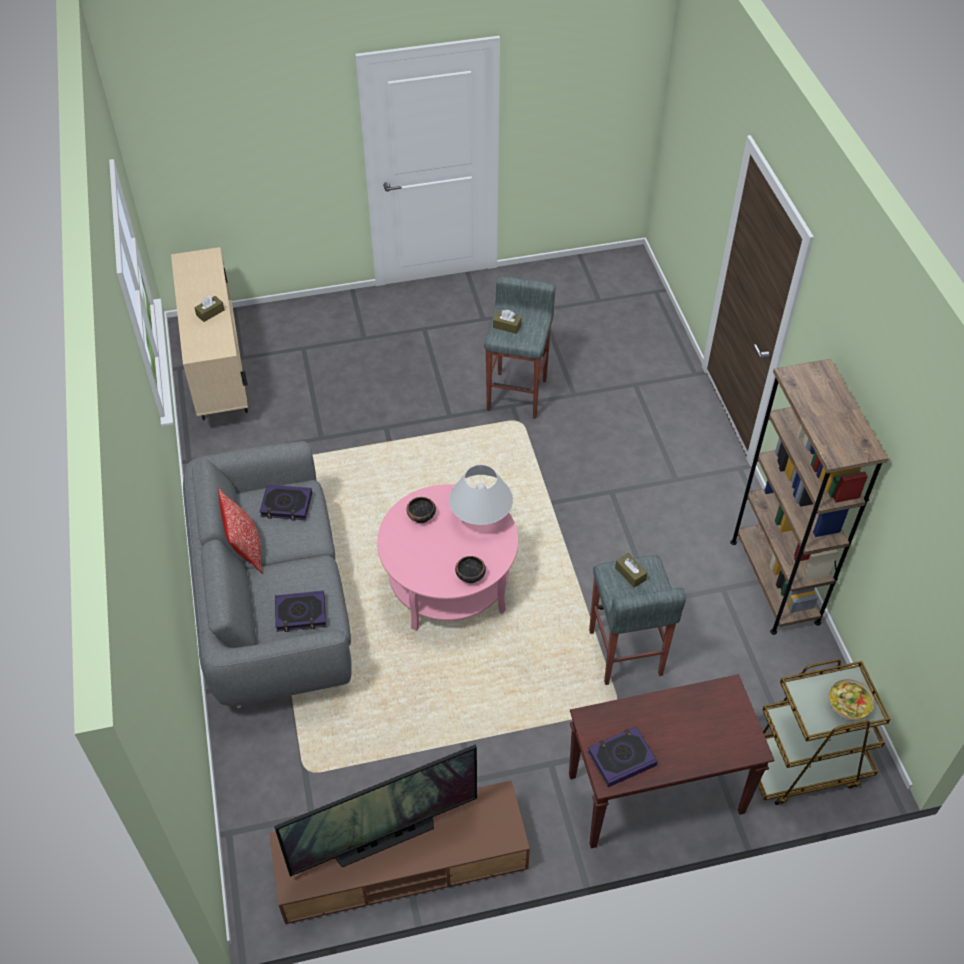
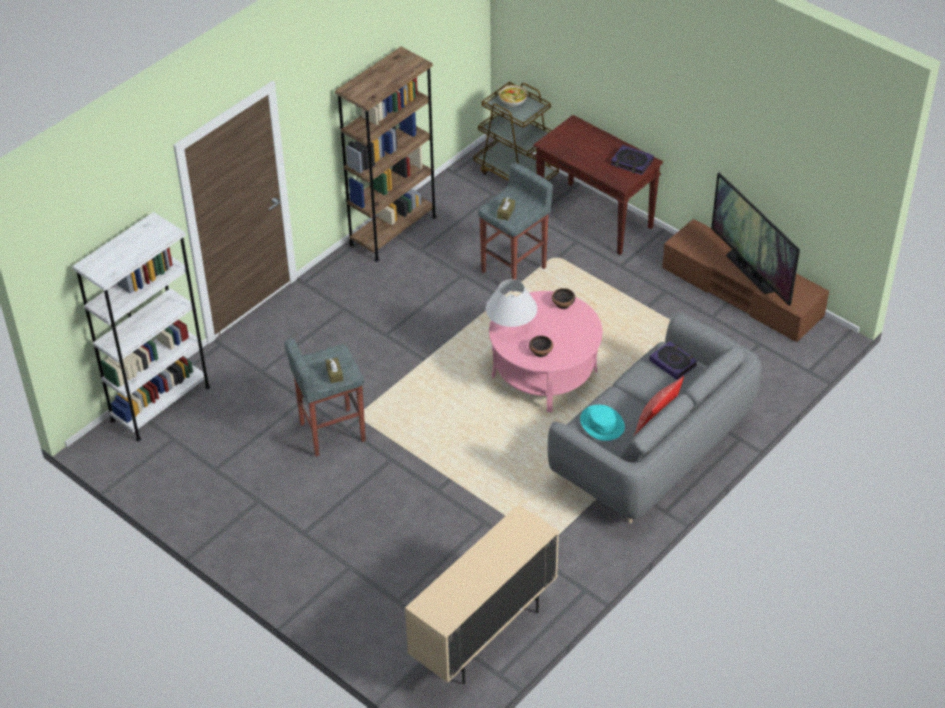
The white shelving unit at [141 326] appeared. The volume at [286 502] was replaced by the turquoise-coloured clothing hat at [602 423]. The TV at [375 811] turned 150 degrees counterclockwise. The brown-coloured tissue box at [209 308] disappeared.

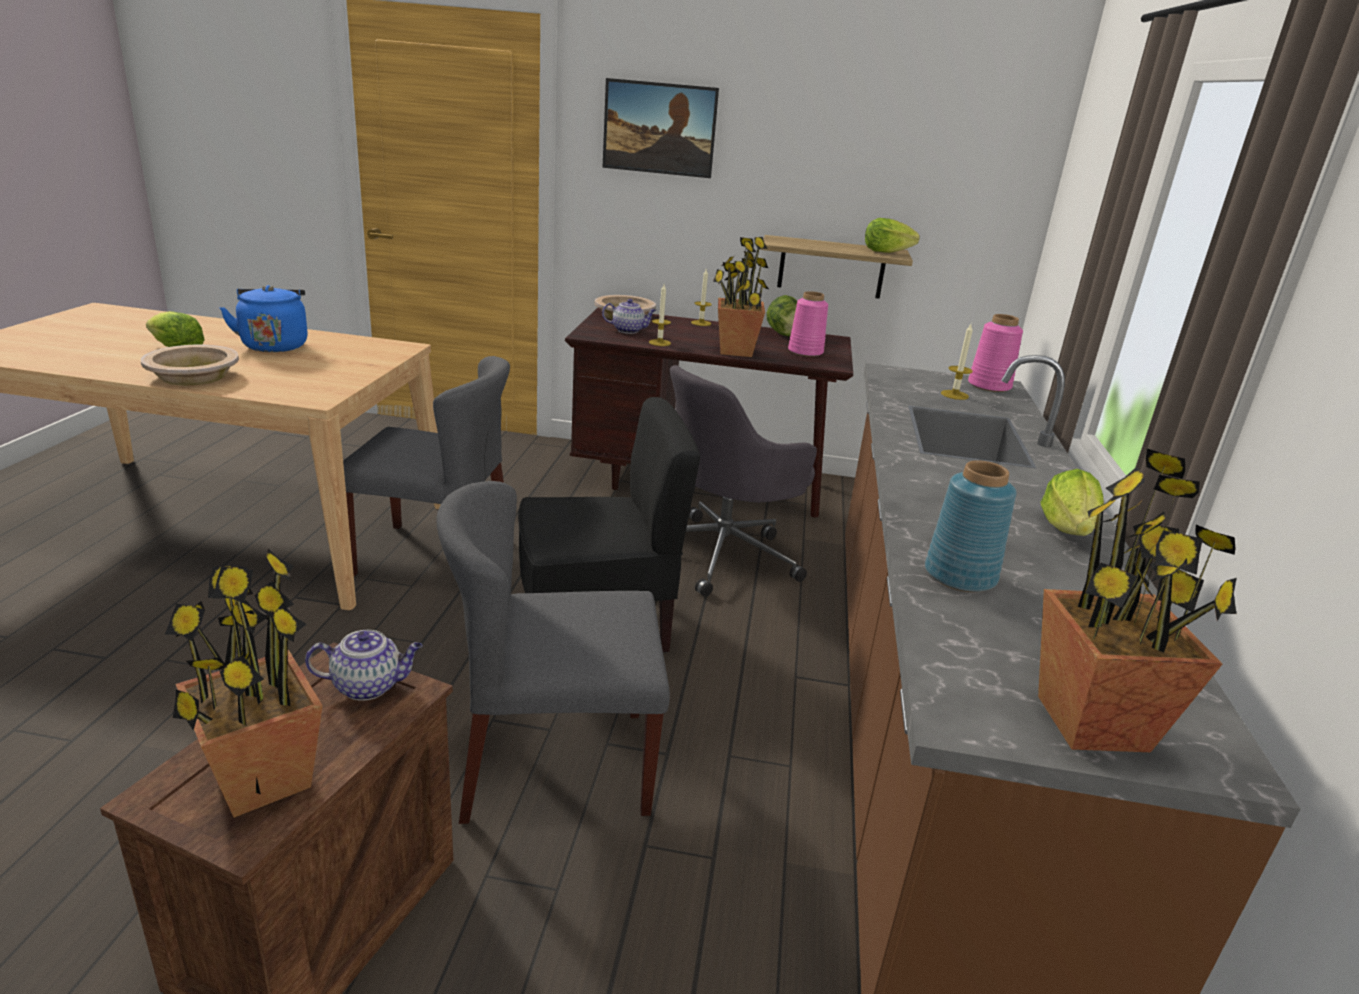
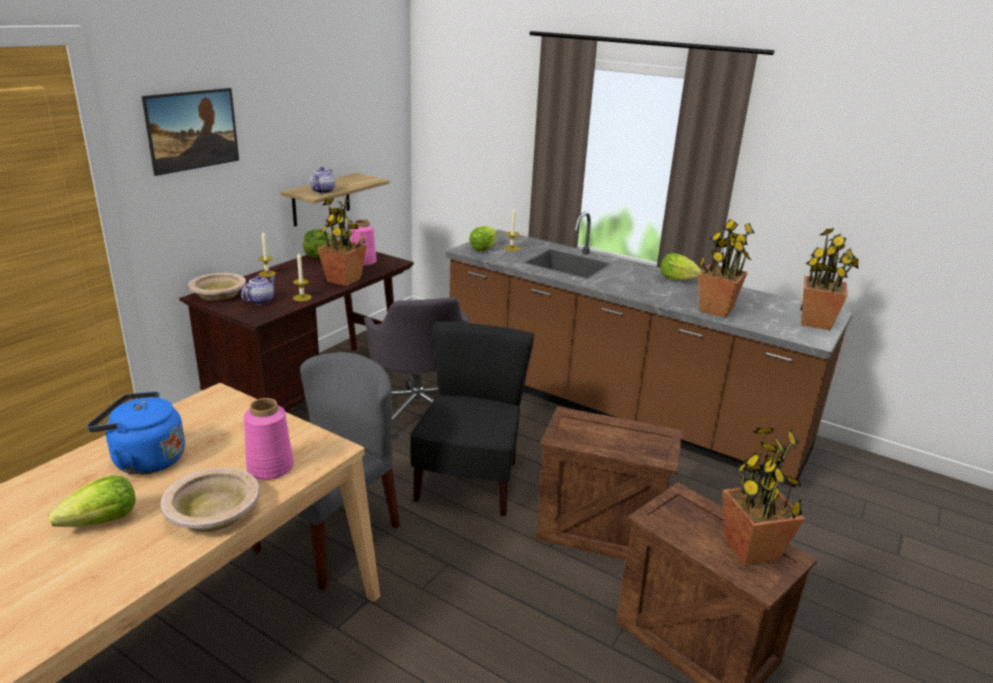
The pink-coloured flower vase moved from [995 353] to [269 439]. The tea pot moved from [364 665] to [322 180]. The lettuce head moved from [892 235] to [483 238]. The greyish chair at [553 652] was replaced by the crate at [609 483]. The blue flower vase at [970 526] was replaced by the houseplant at [726 268].

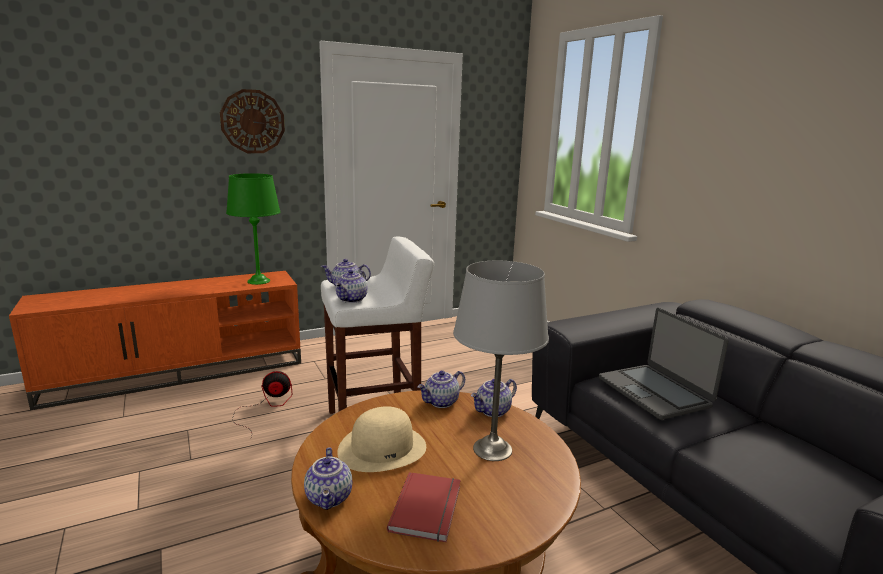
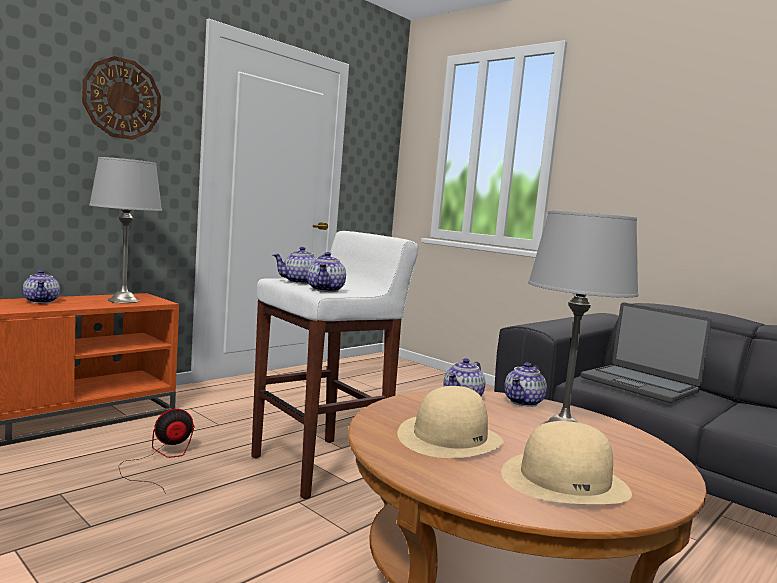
The tea pot moved from [328 478] to [41 286]. The green tabletop lamp at [253 229] became the greyish tabletop lamp at [125 230]. The reddish volume at [424 507] was replaced by the beige clothing hat at [566 462].

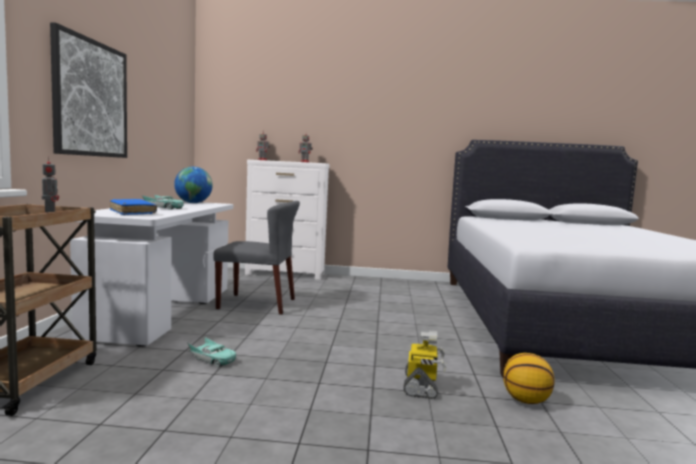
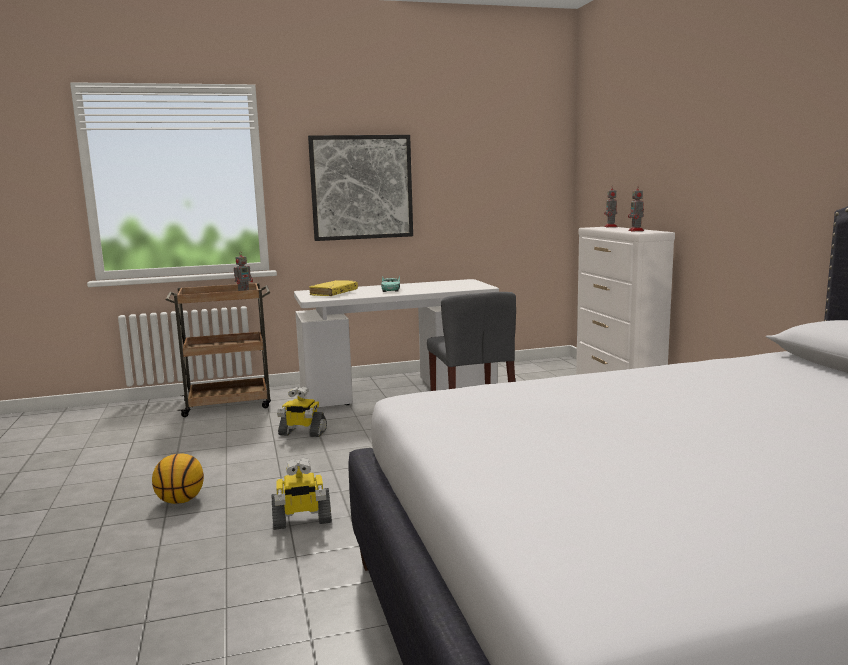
The basketball moved from [529 378] to [178 479]. The turquoise-coloured toy car at [212 352] was replaced by the toy robot at [302 411]. The blue volume at [133 207] became the yellow volume at [333 288]. The world globe at [193 184] disappeared.

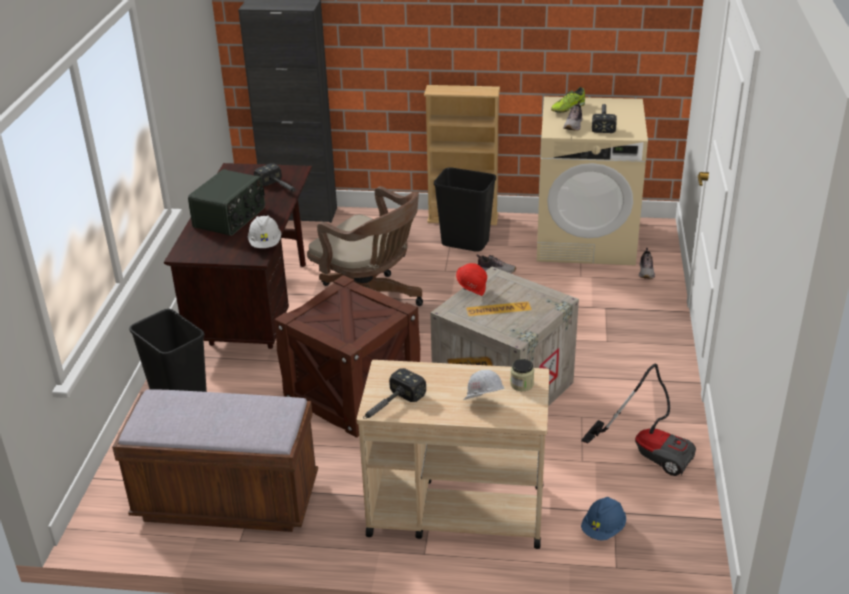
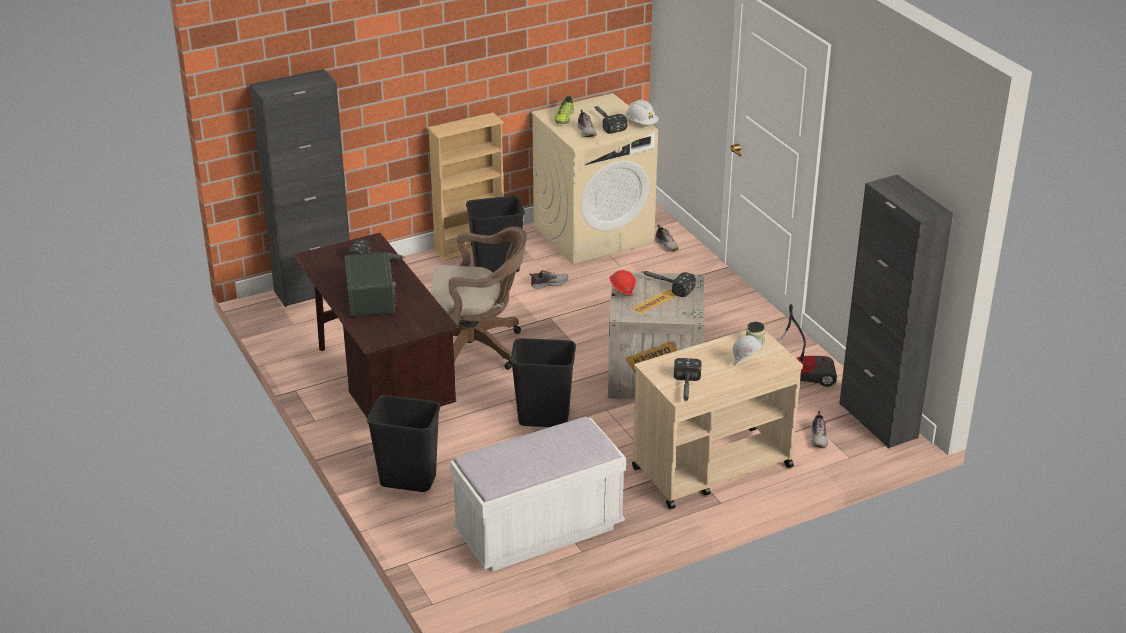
The brown-coloured bench at [215 460] became the white bench at [538 494]. The crate at [347 356] was replaced by the black-coloured waste bin at [543 382]. The white safety helmet moved from [264 232] to [642 112]. The hand hammer at [668 284] appeared. The blue safety helmet at [603 519] was replaced by the low shoe at [819 429]. The black-coloured storage cabinet at [896 311] appeared.

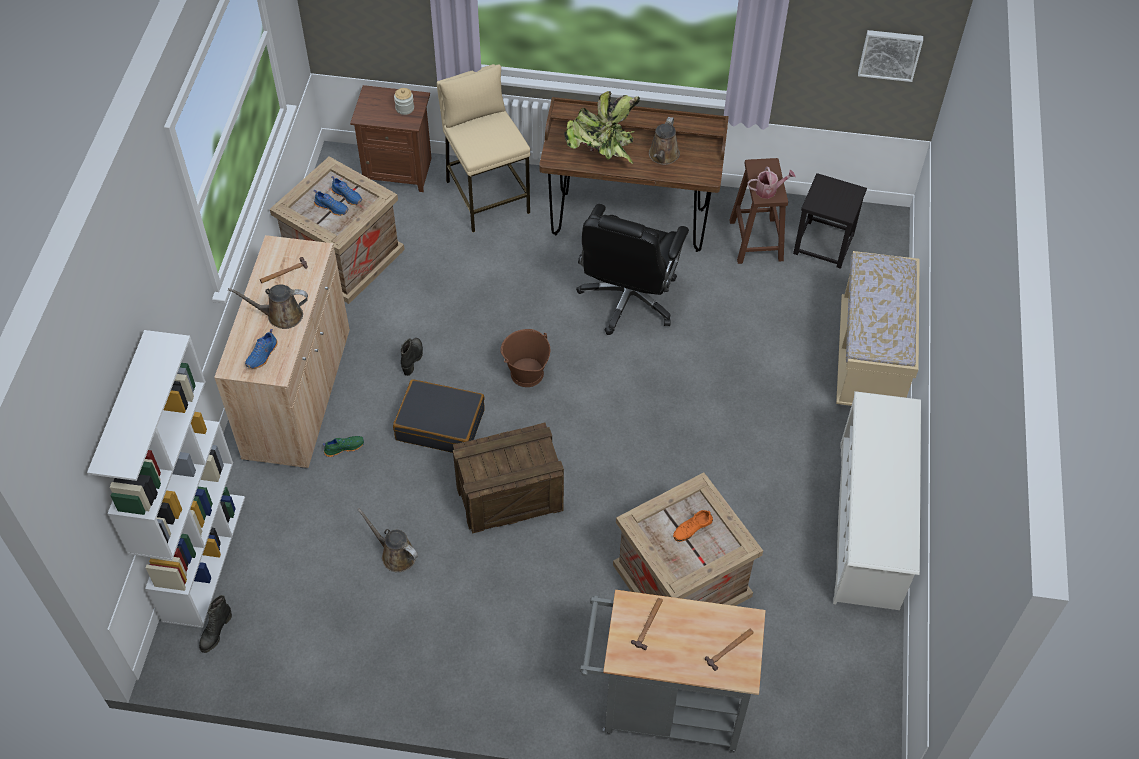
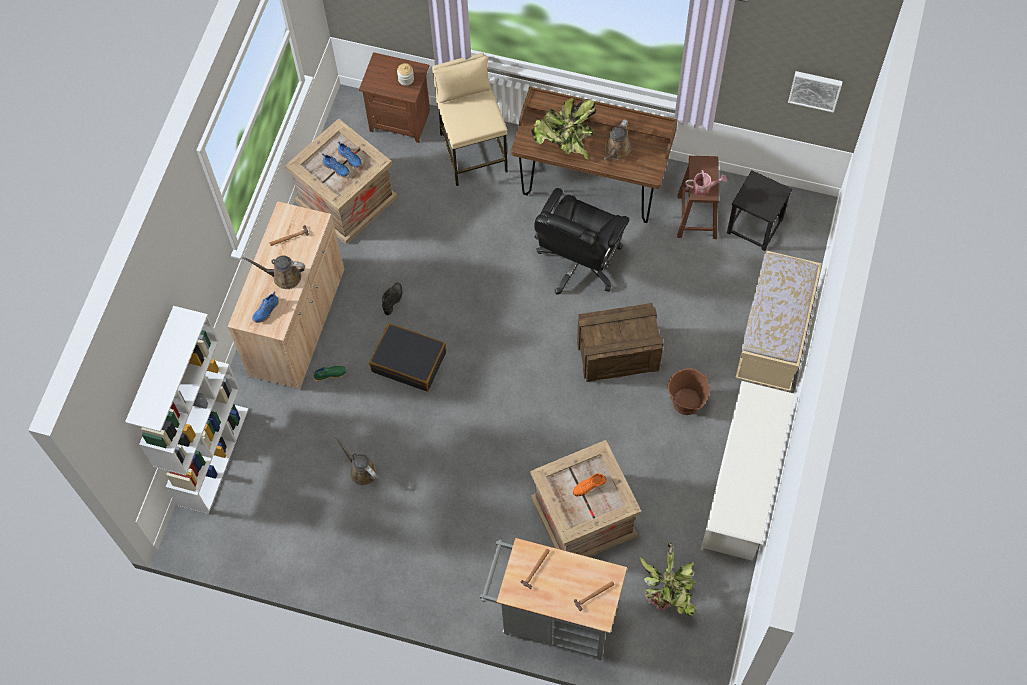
The crate moved from [508 478] to [620 342]. The houseplant at [668 579] appeared. The brown-coloured bucket moved from [525 358] to [688 391]. The black-coloured high-top boot at [215 624] disappeared.

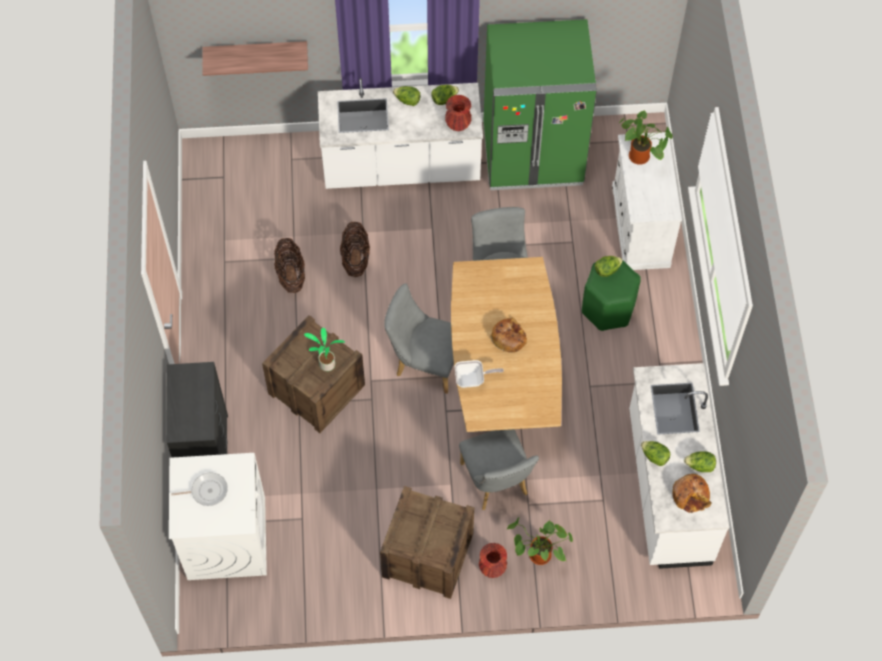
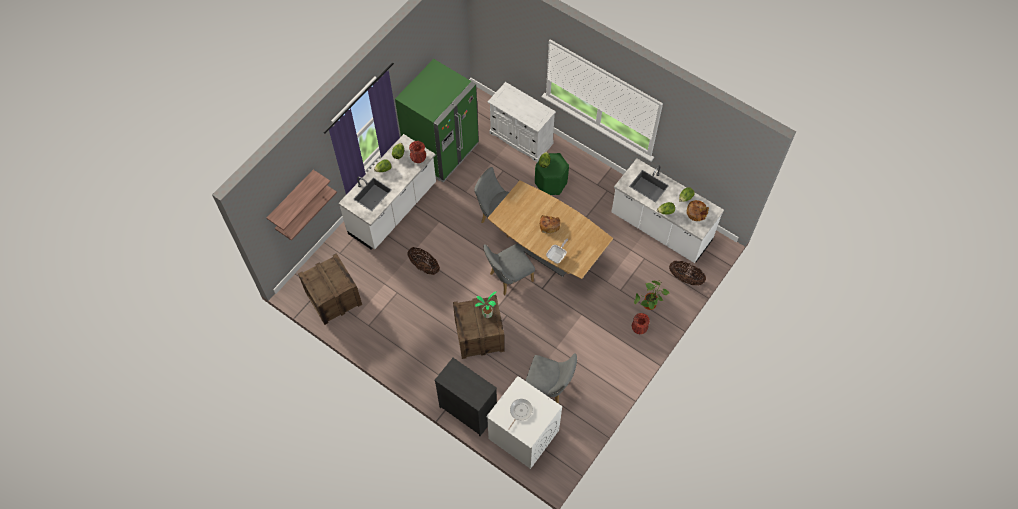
The wall shelf at [298 200] appeared. The crate moved from [427 542] to [330 289]. The greyish chair moved from [499 469] to [551 378]. The storage basket moved from [289 265] to [687 273]. The houseplant at [646 137] disappeared.

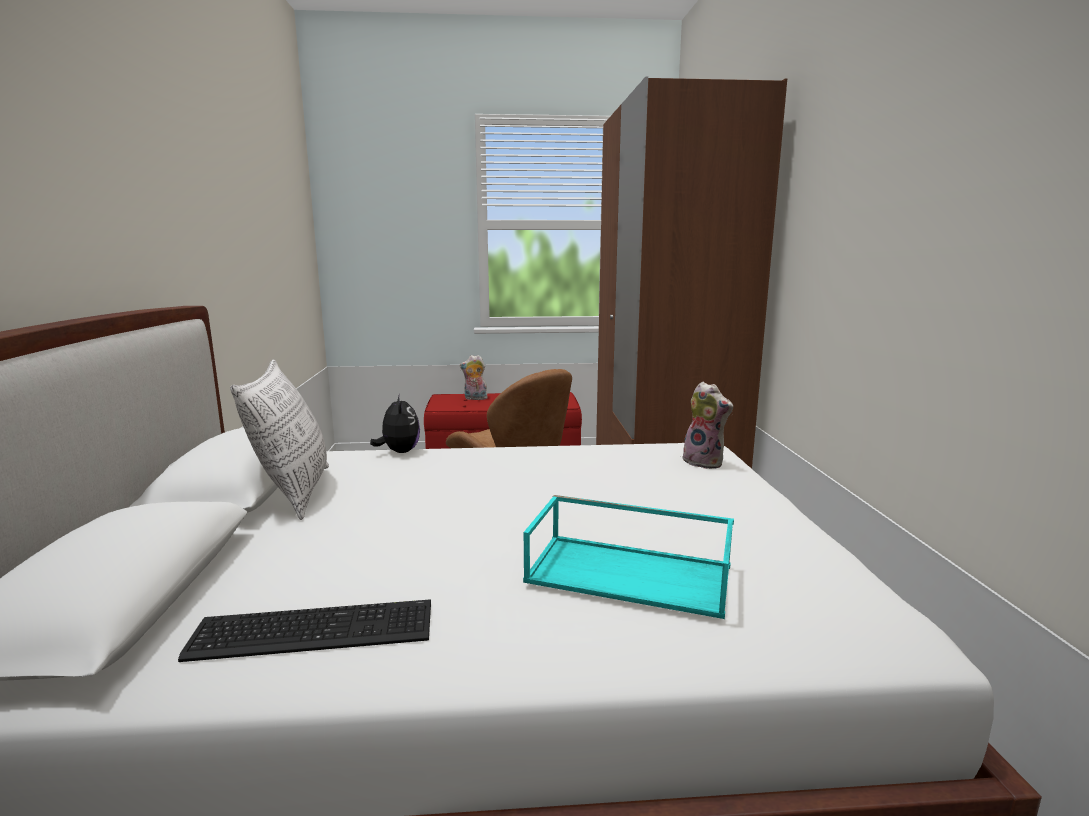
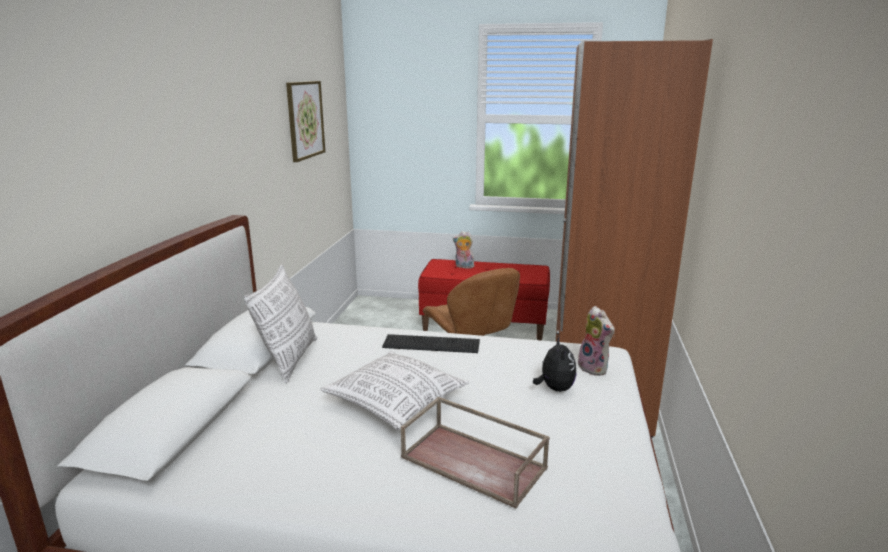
The wall picture at [305 121] appeared. The cushion at [394 390] appeared. The PC keyboard moved from [304 630] to [431 343]. The turquoise-coloured tray at [628 557] became the brown-coloured tray at [475 453]. The cuddly toy moved from [395 423] to [554 365].

